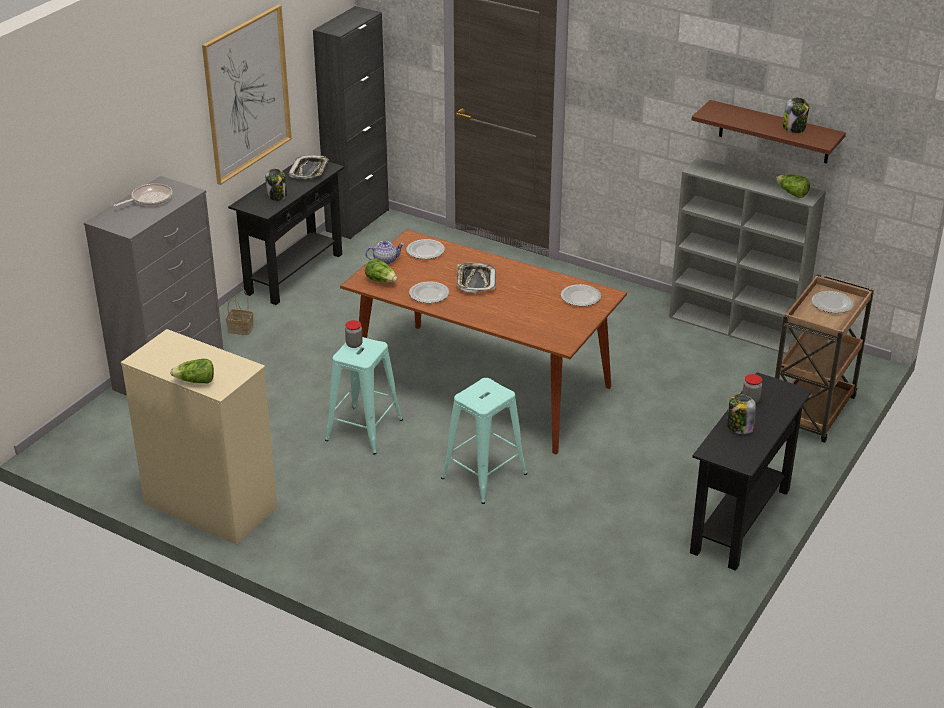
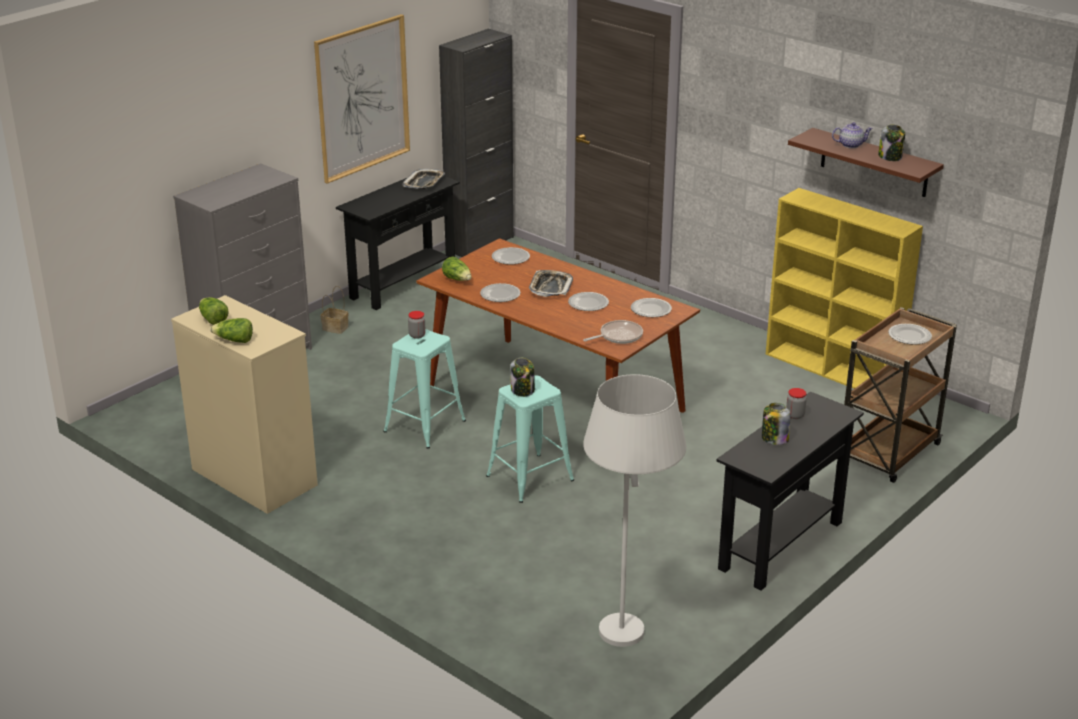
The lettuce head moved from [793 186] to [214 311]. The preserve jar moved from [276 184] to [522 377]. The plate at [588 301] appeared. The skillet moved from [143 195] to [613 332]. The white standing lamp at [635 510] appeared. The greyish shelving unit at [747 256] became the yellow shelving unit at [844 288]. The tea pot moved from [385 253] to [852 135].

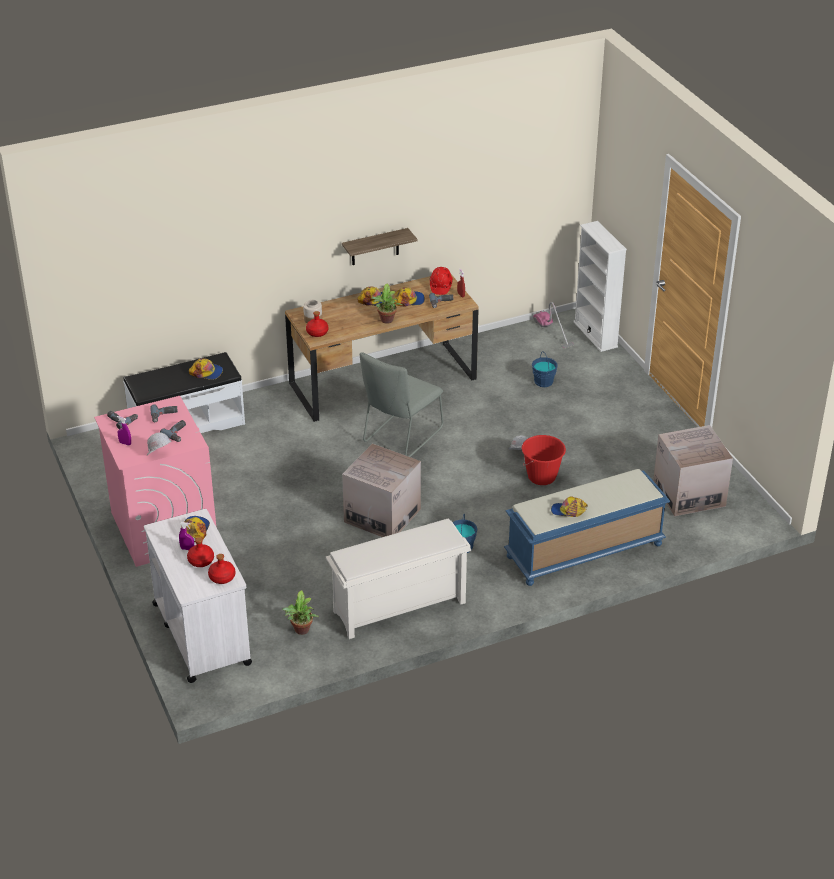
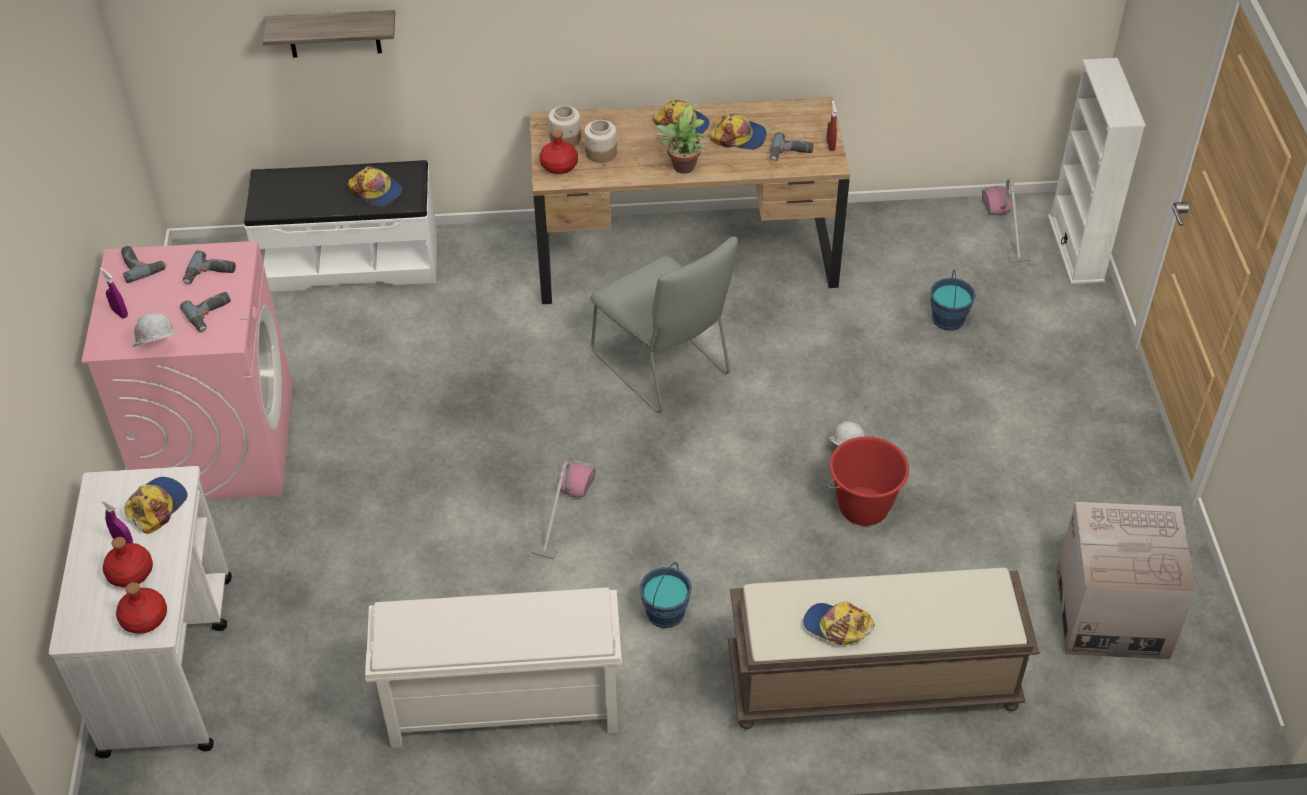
The wall shelf moved from [380 246] to [329 34]. The carton at [381 490] was replaced by the vacuum at [564 509]. The preserve jar at [600 141] appeared. The greyish chair at [401 404] turned 90 degrees counterclockwise. The blue bench at [587 527] became the brown-coloured bench at [884 648]. The houseplant at [300 612] disappeared. The reddish safety helmet at [441 281] disappeared.

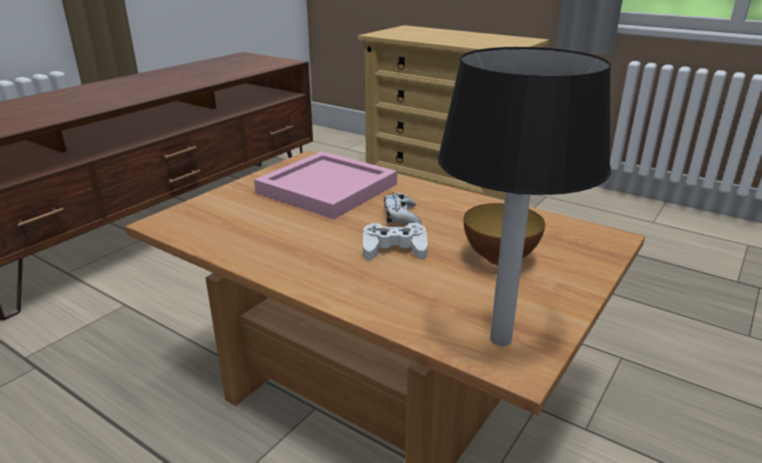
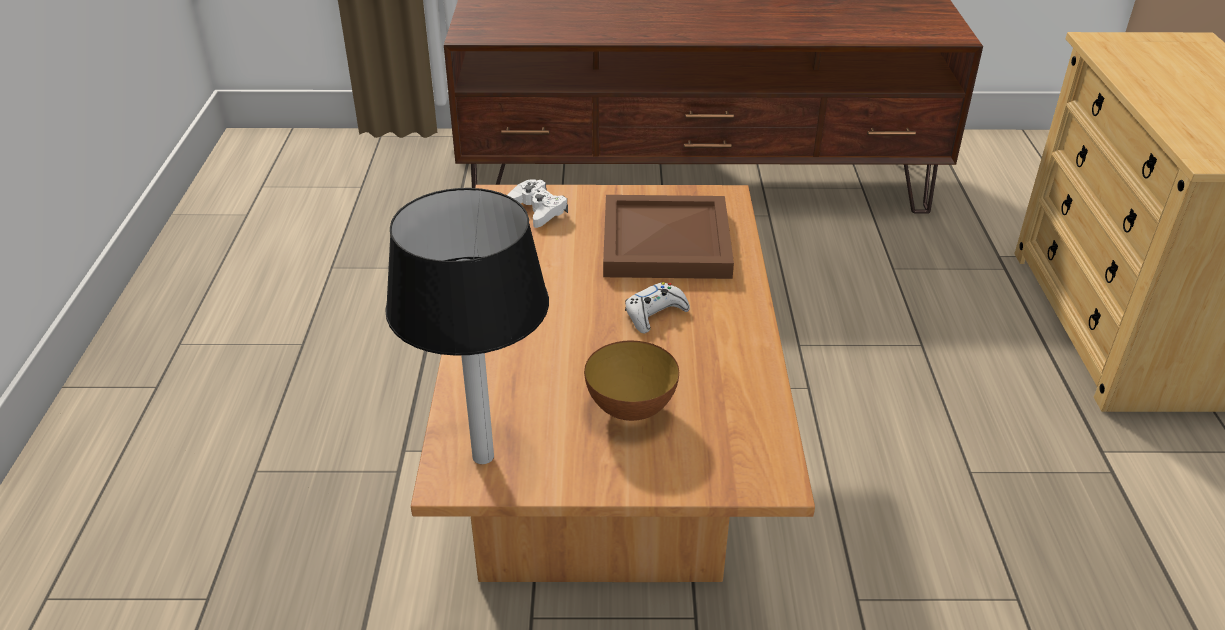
The white gamepad moved from [395 241] to [538 203]. The pink-coloured tray at [325 185] became the brown-coloured tray at [668 237].

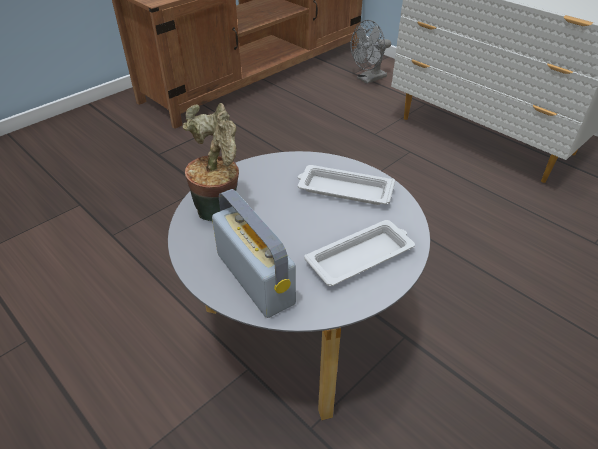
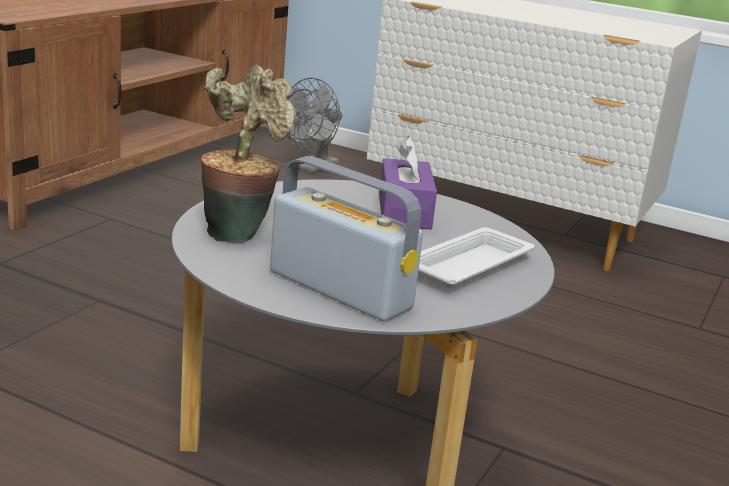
The white tray at [346 185] was replaced by the purple-coloured tissue box at [408 182].

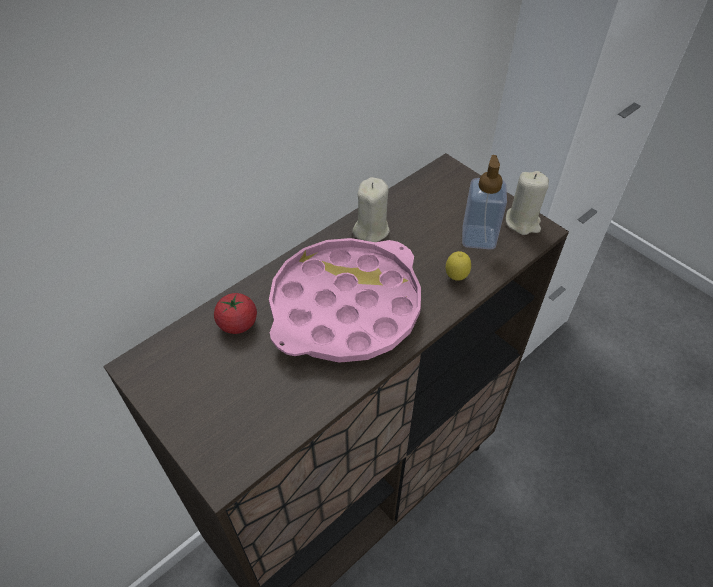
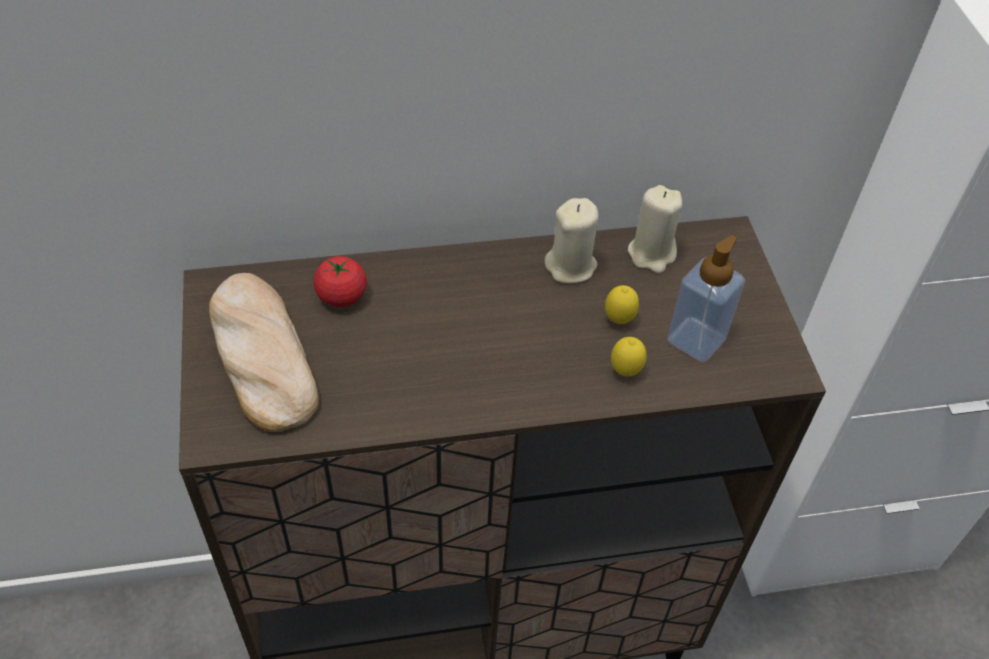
The bakery bread at [264 352] appeared. The lemon at [622 304] appeared. The beige wax candle moved from [527 203] to [655 229]. The pink-coloured tray at [345 300] disappeared.

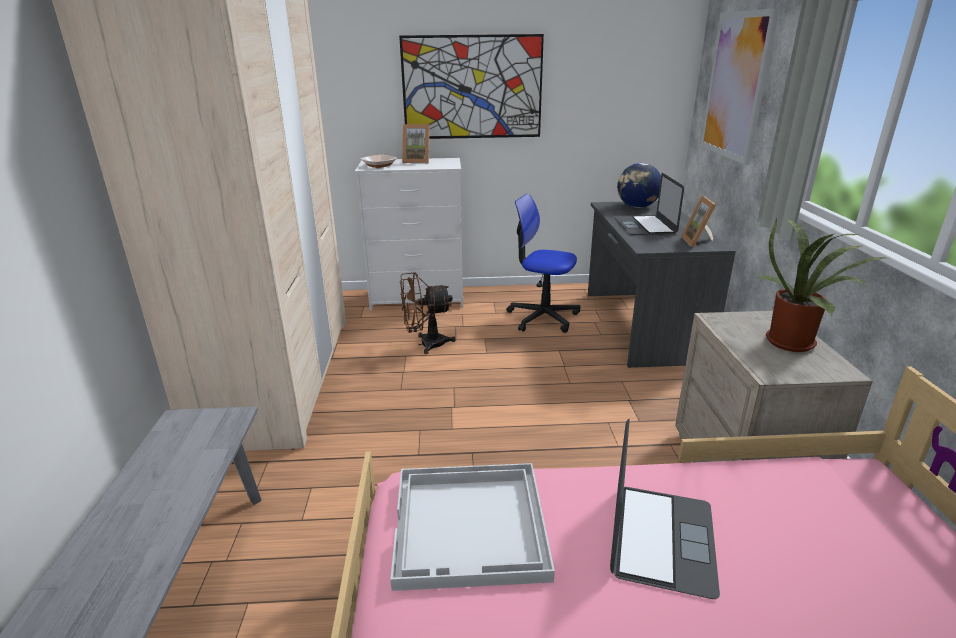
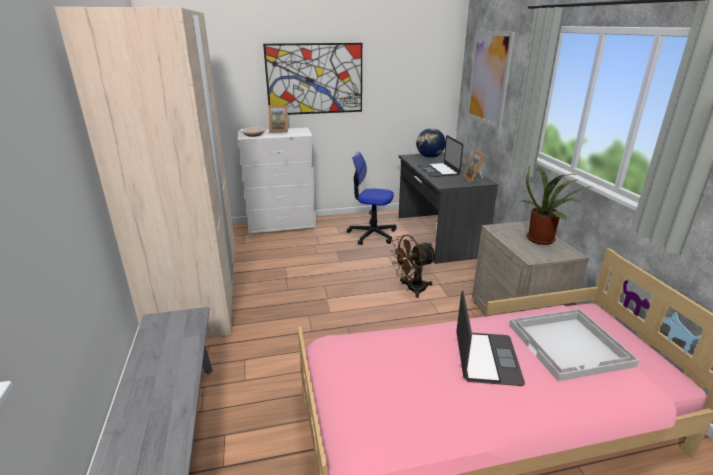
The brown-coloured fan moved from [428 313] to [413 266]. The white tray moved from [472 527] to [574 345].

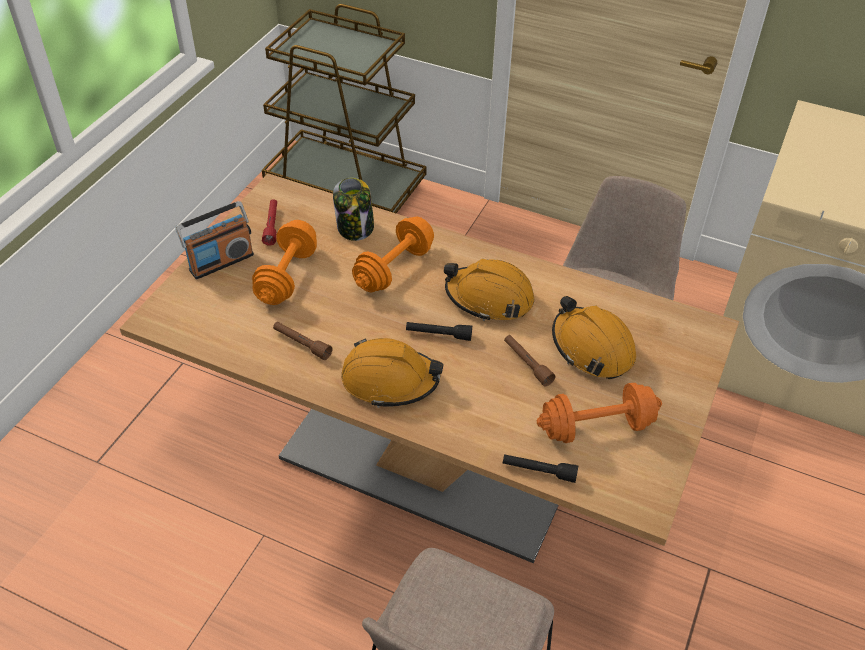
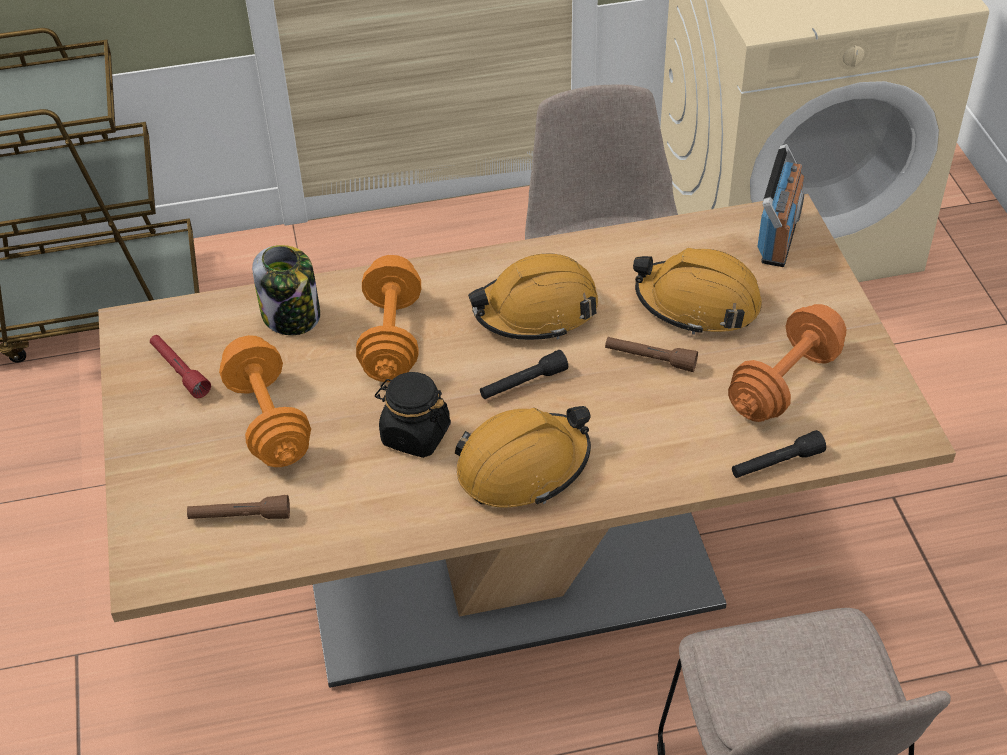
The brown-coloured hand torch moved from [302 341] to [238 507]. The black-coloured preserve jar at [413 415] appeared. The radio receiver moved from [214 240] to [780 205].

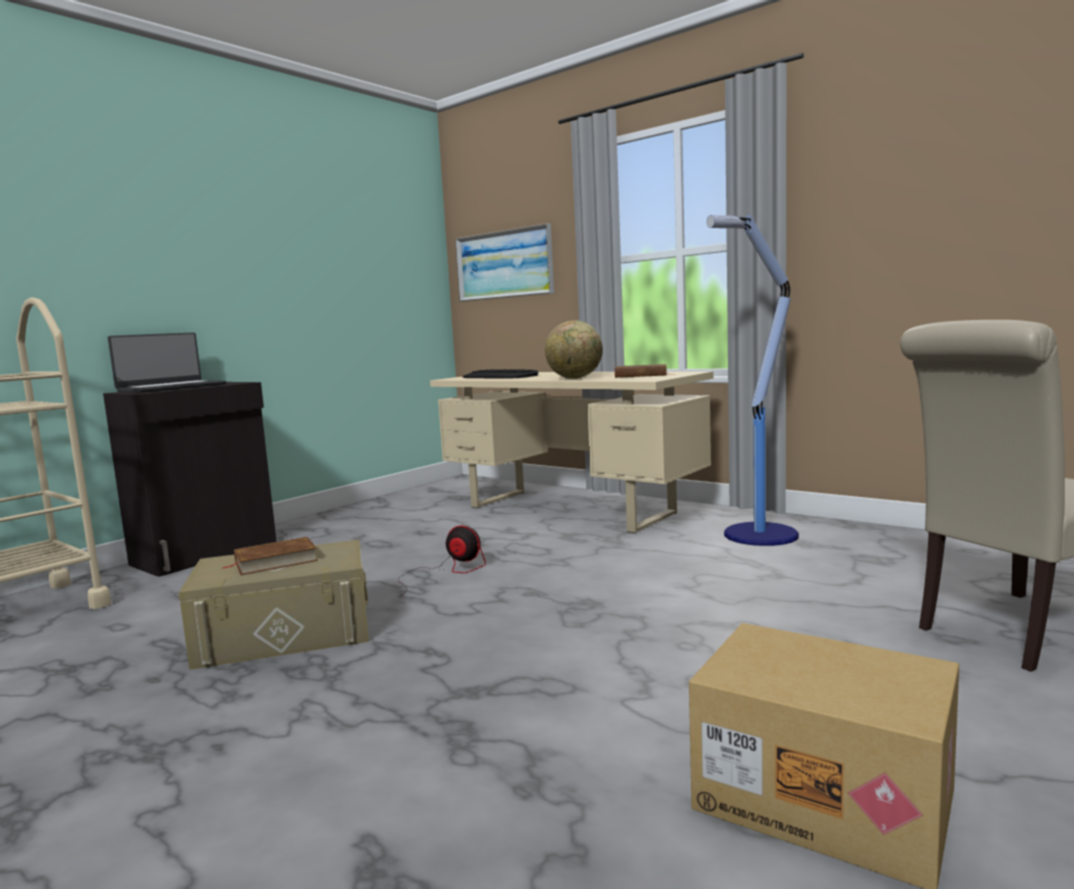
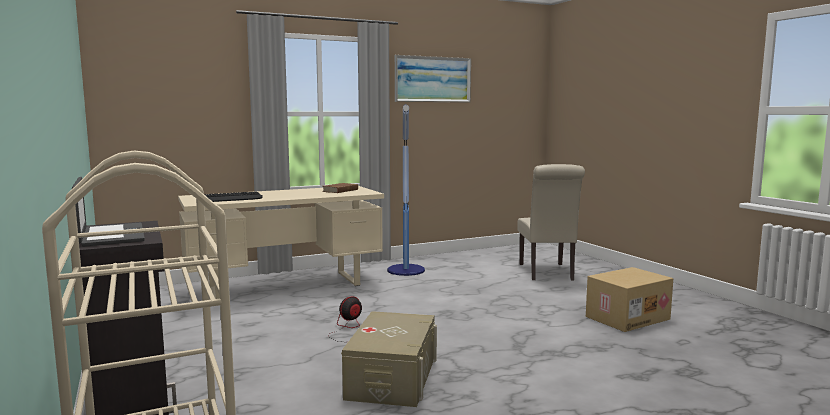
The wall picture moved from [504 262] to [433 78]. The brown-coloured volume at [270 556] disappeared. The world globe at [574 349] disappeared.

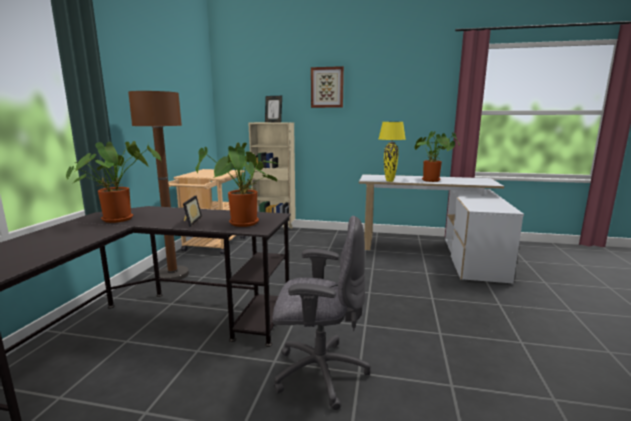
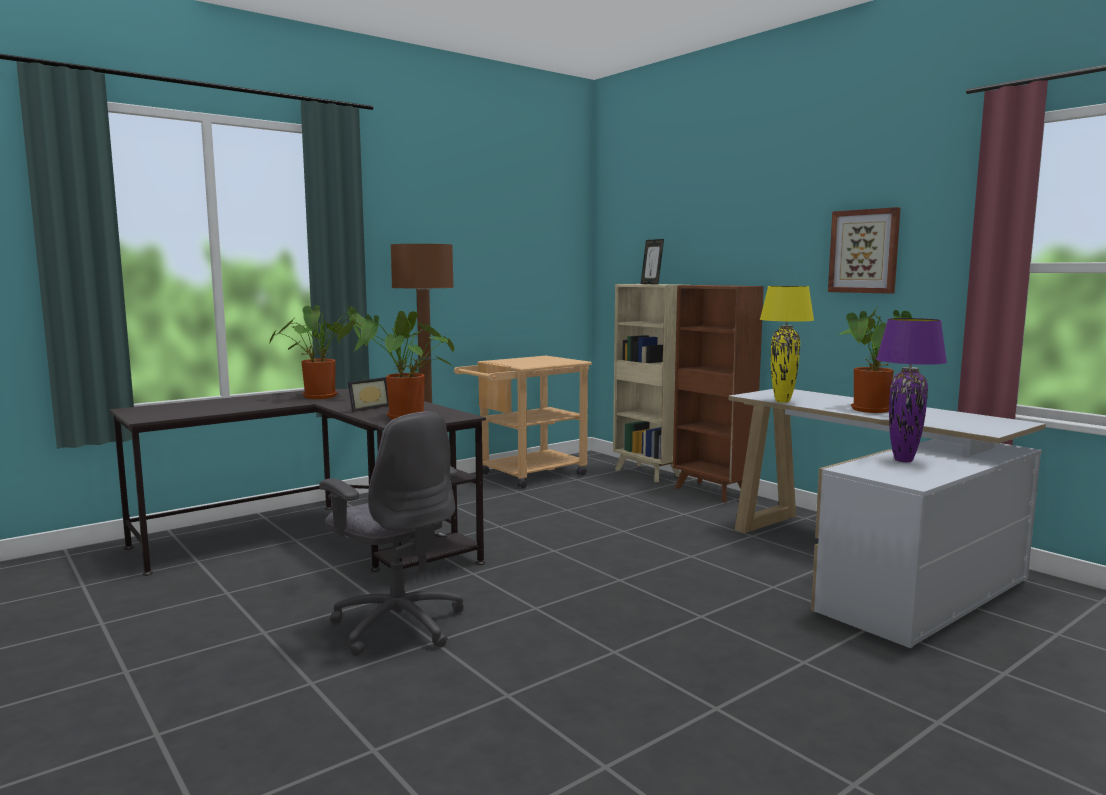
The brown-coloured shelving unit at [718 393] appeared. The wall picture moved from [327 87] to [864 250]. The purple-coloured tabletop lamp at [911 390] appeared.

